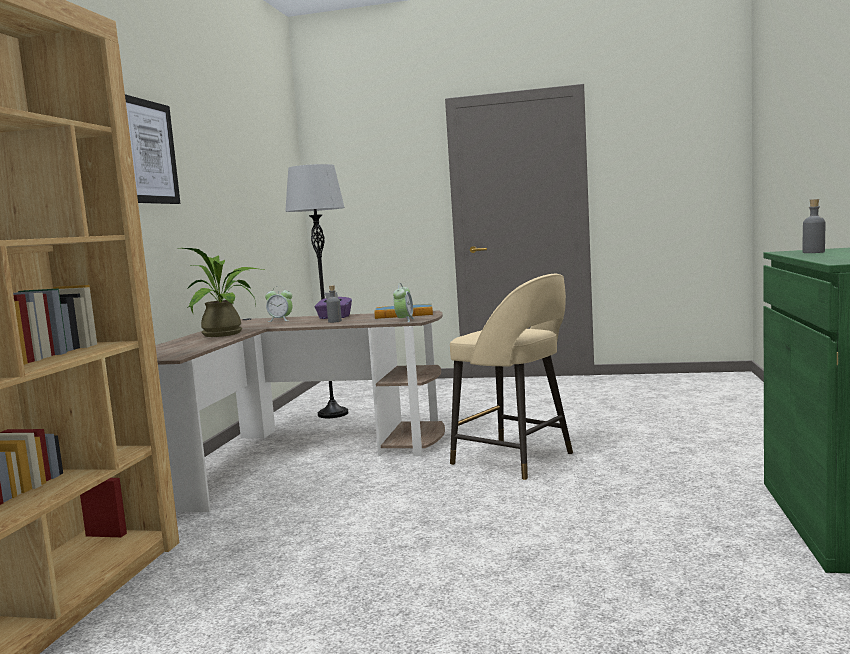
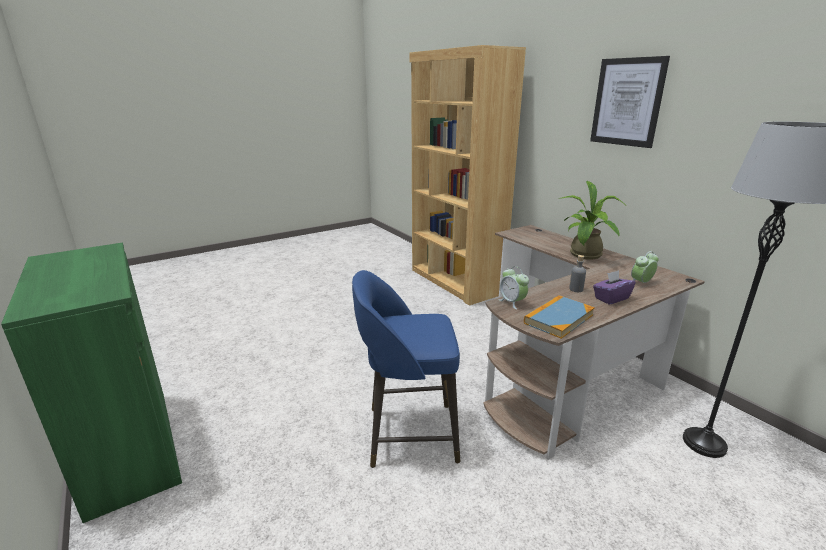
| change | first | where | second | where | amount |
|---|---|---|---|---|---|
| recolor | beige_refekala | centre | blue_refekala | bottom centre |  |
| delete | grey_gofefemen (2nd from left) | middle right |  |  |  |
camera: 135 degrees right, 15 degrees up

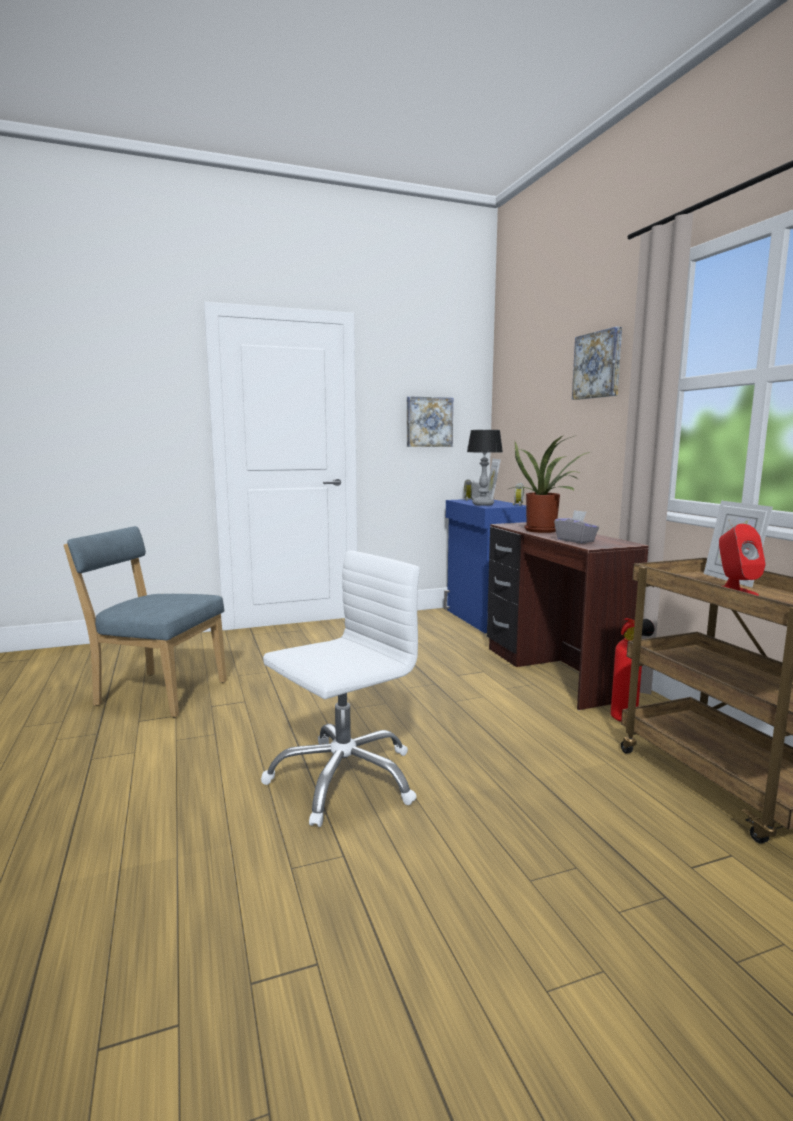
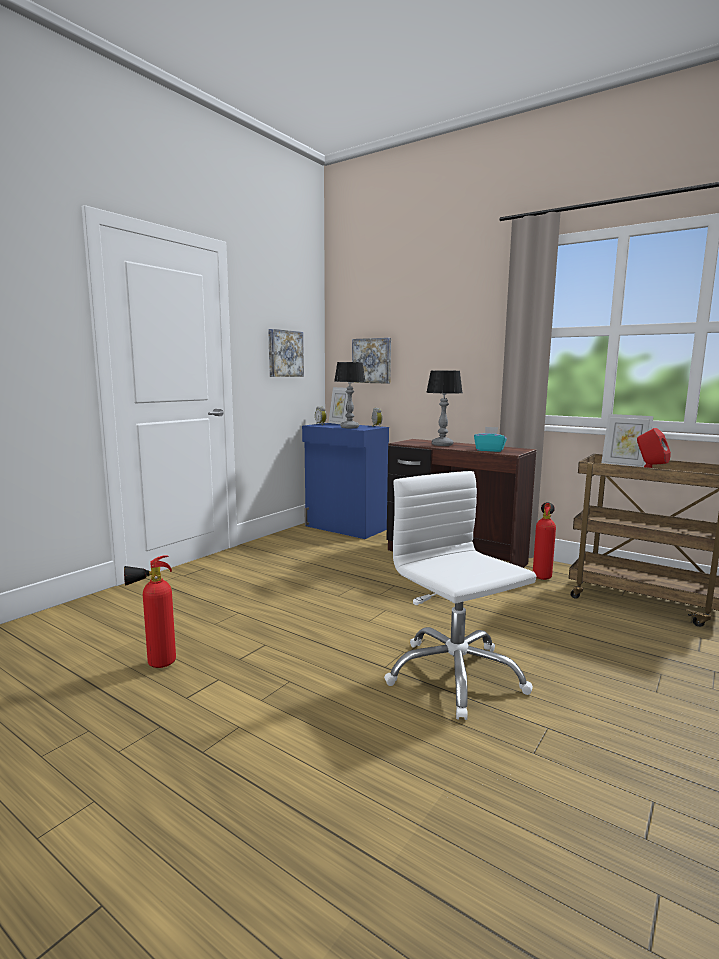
| change | first | where | second | where | amount |
|---|---|---|---|---|---|
| replace | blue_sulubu | middle left | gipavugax (1st from left) | middle left |  |
| rotate | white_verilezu | centre |  | centre | 45 degrees counterclockwise |
| replace | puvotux | middle right | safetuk (2nd from left) | centre |  |
| recolor | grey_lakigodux | middle right | turquoise_lakigodux | middle right |  |
| move | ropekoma (2nd from left) | top right |  | centre |  |
camera: 35 degrees left, 0 degrees up

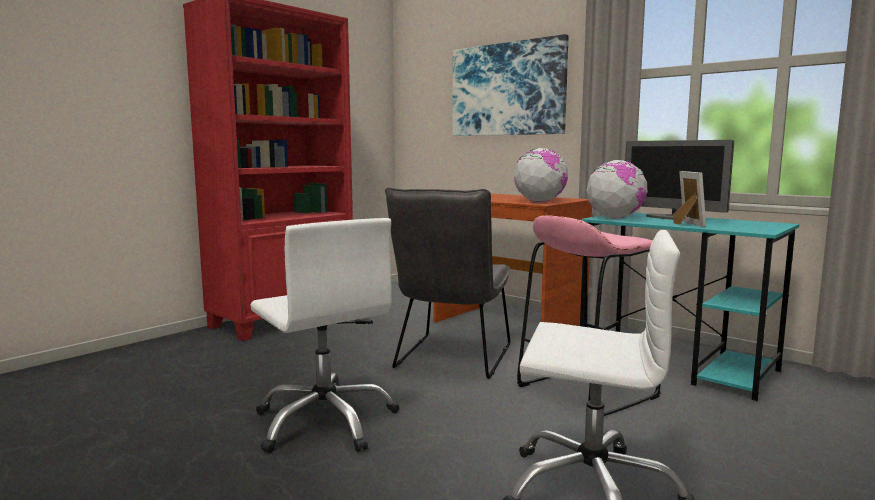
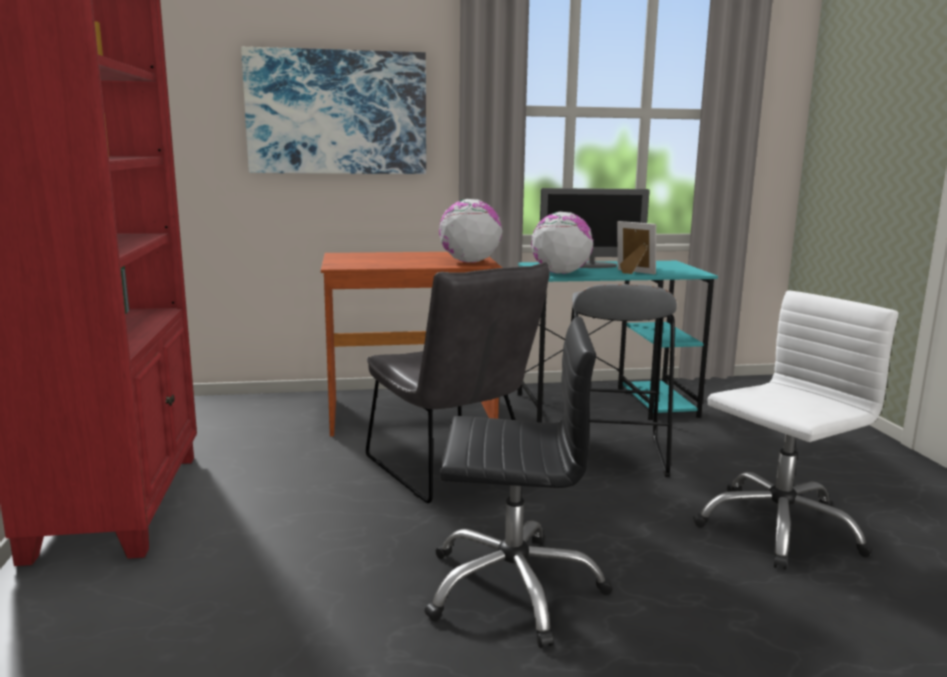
| change | first | where | second | where | amount |
|---|---|---|---|---|---|
| recolor | white_verilezu (1st from left) | bottom centre | black_verilezu | bottom centre |  |
| recolor | pink_refekala | middle right | grey_refekala | centre |  |
camera: 50 degrees left, 5 degrees up

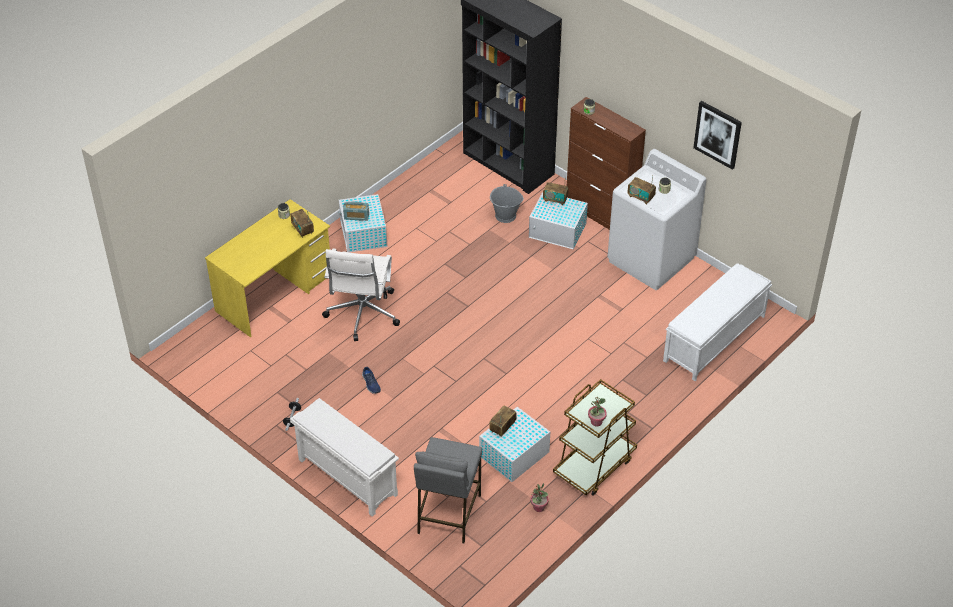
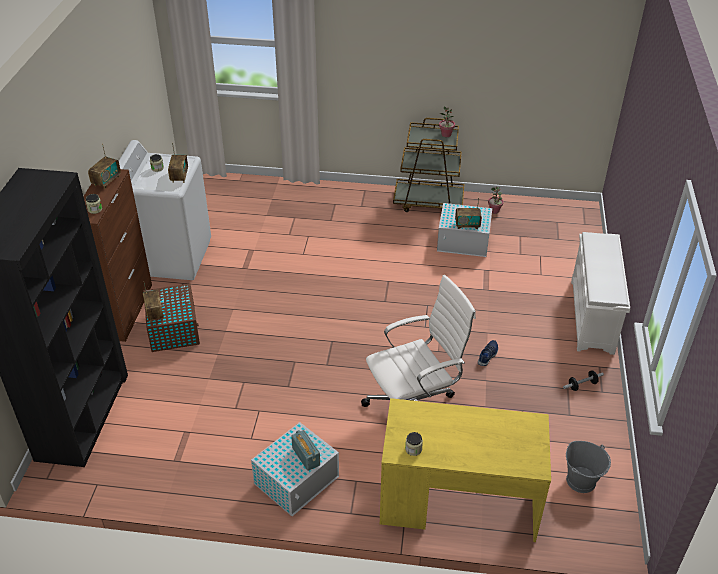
| change | first | where | second | where | amount |
|---|---|---|---|---|---|
| move | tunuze (1st from left) | middle left |  | top left |  |
| delete | grey_refekala | bottom centre |  |  |  |
| move | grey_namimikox | centre |  | bottom right |  |
| recolor | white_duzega (3rd from left) | centre | brown_duzega | middle left |  |
| delete | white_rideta | middle right |  |  |  |
| delete | ropekoma | top right |  |  |  |
camera: 125 degrees left, 5 degrees down

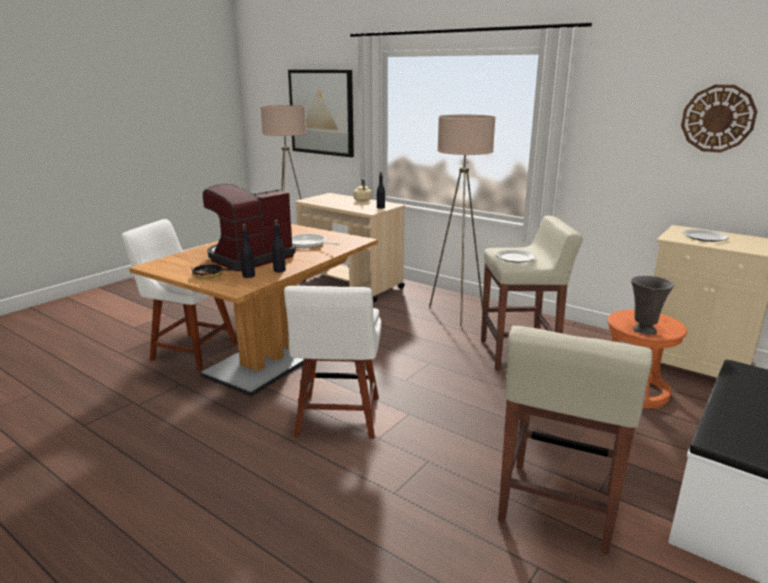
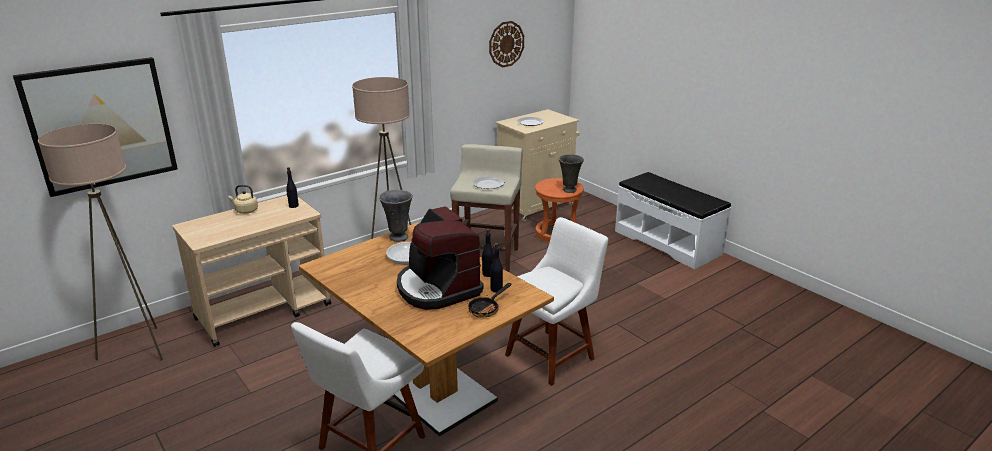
| change | first | where | second | where | amount |
|---|---|---|---|---|---|
| rotate | white_sulubu (2nd from left) | centre |  | bottom centre | 60 degrees counterclockwise |
| delete | beige_refekala (2nd from left) | bottom right |  |  |  |
| insert |  |  | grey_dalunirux (1st from left) | centre |  |
camera: 75 degrees left, 5 degrees up

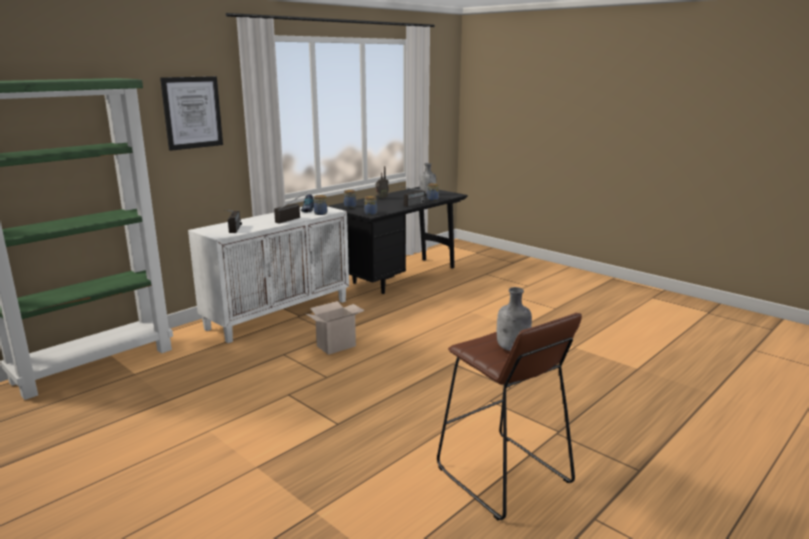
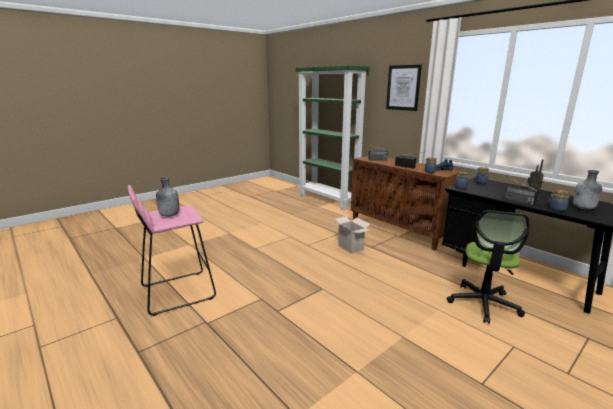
| change | first | where | second | where | amount |
|---|---|---|---|---|---|
| recolor | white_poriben | middle left | brown_poriben | centre |  |
| recolor | brown_refekala | bottom centre | pink_refekala | middle left |  |
| insert |  |  | verilezu | middle right |  |
camera: 95 degrees right, 0 degrees up

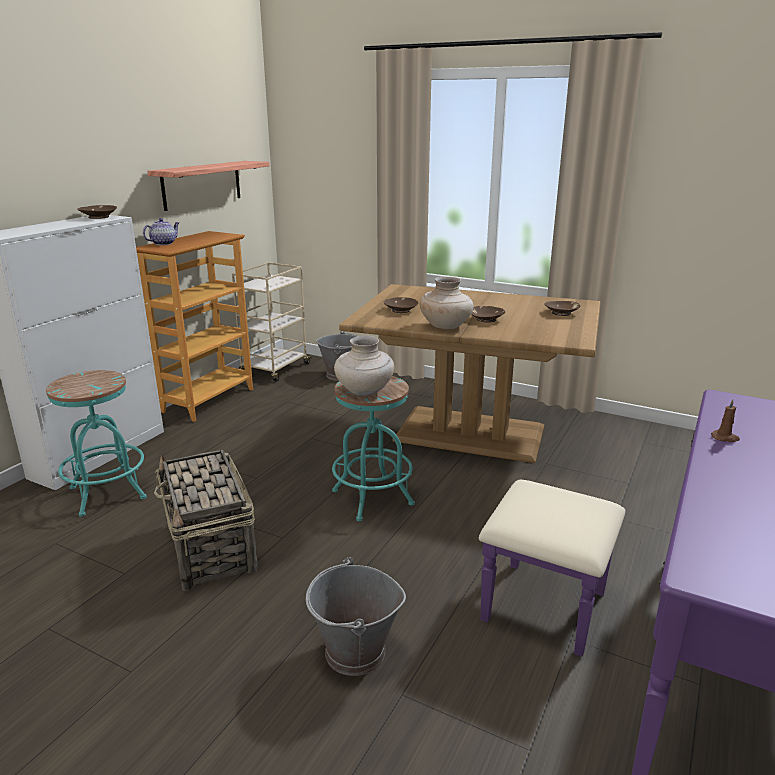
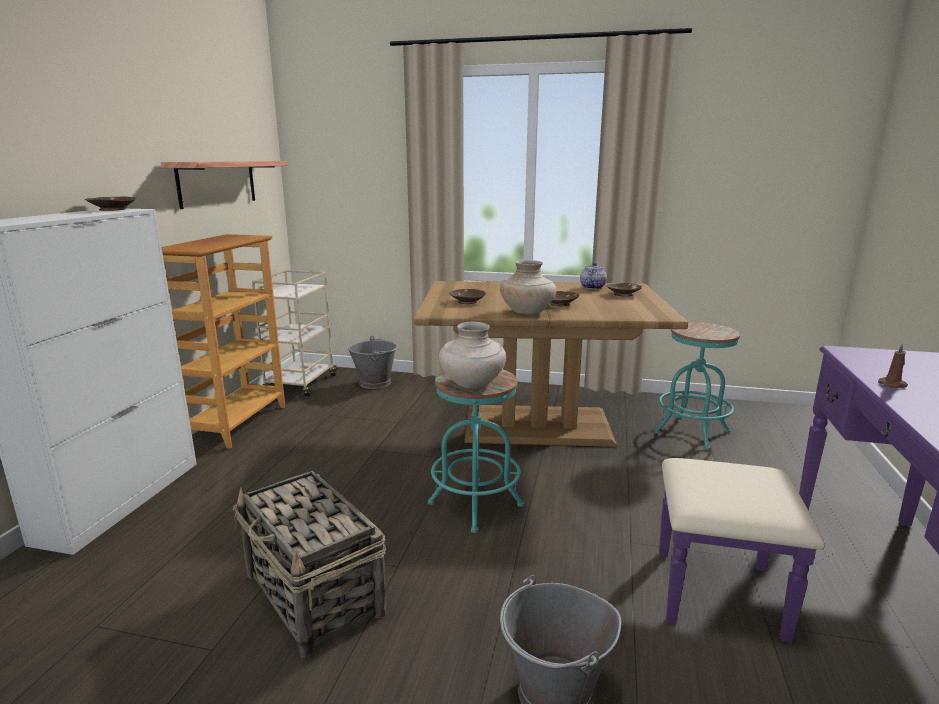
| change | first | where | second | where | amount |
|---|---|---|---|---|---|
| move | turquoise_refekala (1st from left in the first image) | middle left | turquoise_refekala (2nd from left) | middle right |  |
| move | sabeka | top left |  | centre |  |
camera: 15 degrees left, 5 degrees down

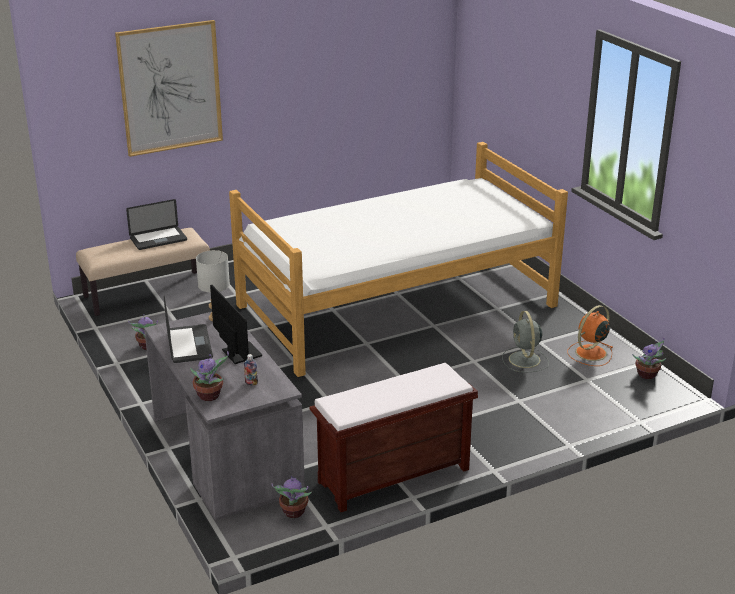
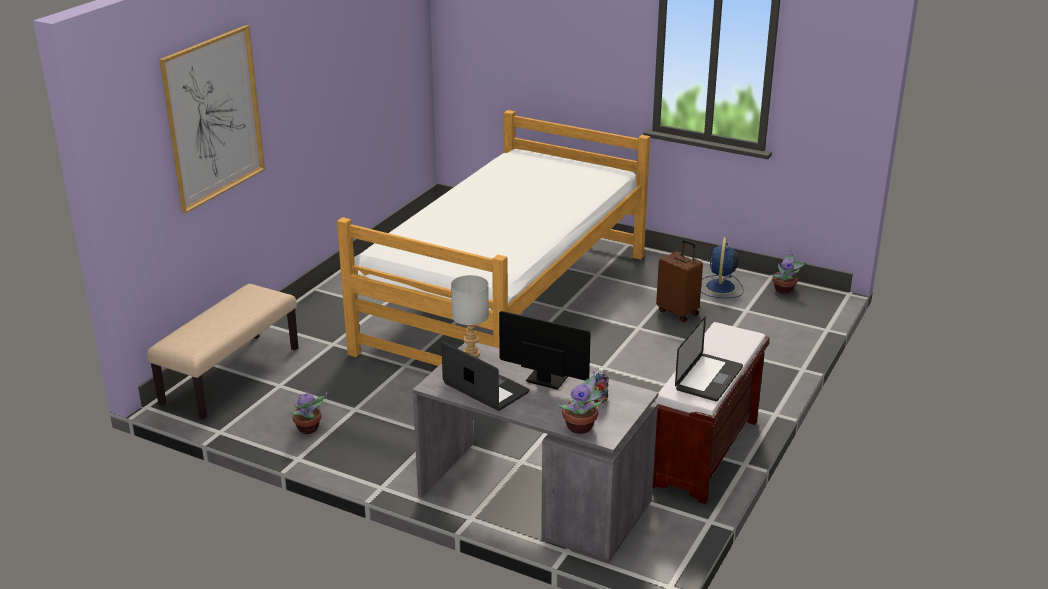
| change | first | where | second | where | amount |
|---|---|---|---|---|---|
| move | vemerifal (1st from left in the first image) | middle left | vemerifal (2nd from left) | middle right |  |
| delete | puvotux (3rd from left) | bottom centre |  |  |  |
| replace | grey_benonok | middle right | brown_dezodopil | centre |  |
| recolor | orange_benonok | middle right | blue_benonok | middle right |  |
camera: 35 degrees left, 0 degrees up

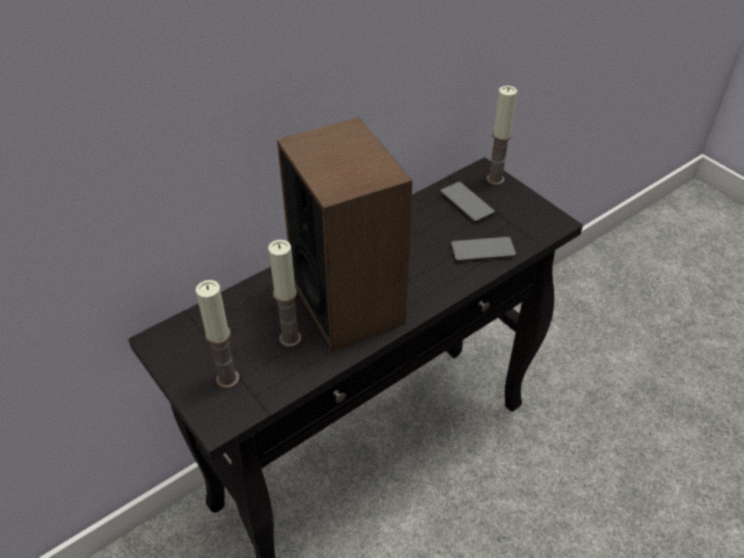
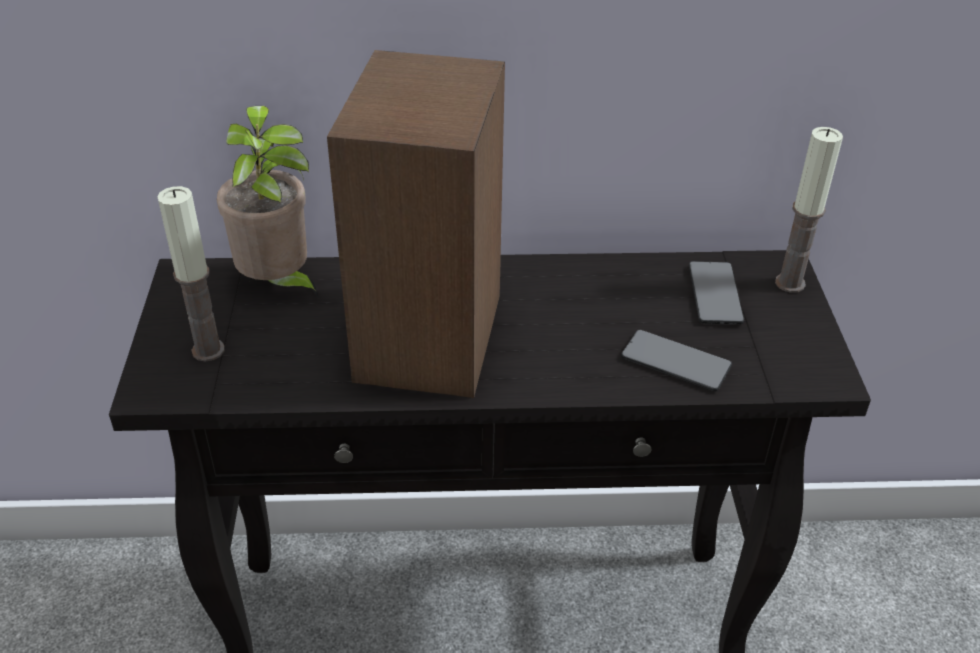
| change | first | where | second | where | amount |
|---|---|---|---|---|---|
| delete | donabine (2nd from left) | centre |  |  |  |
| insert |  |  | puvotux | top left |  |
camera: 35 degrees right, 5 degrees down

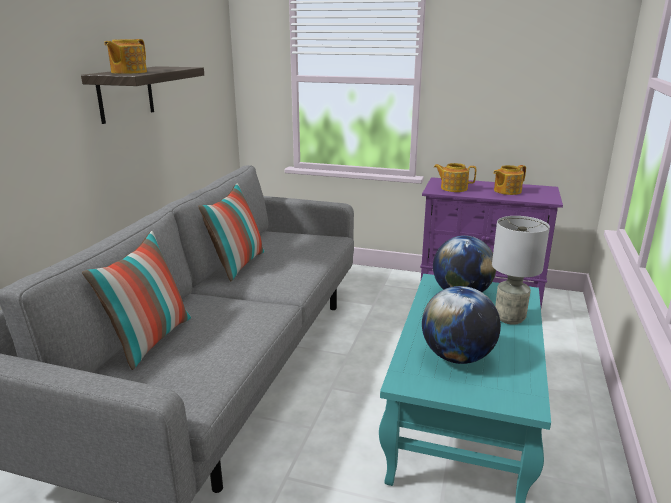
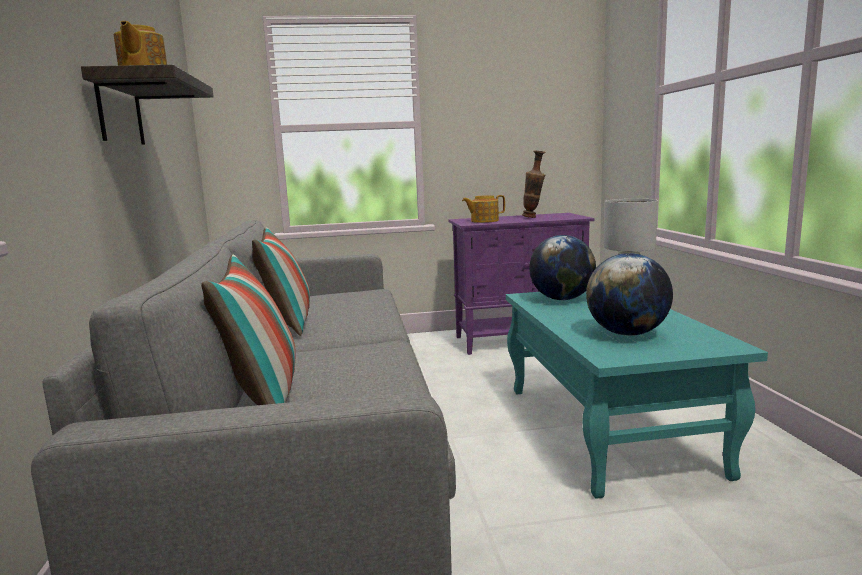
| change | first | where | second | where | amount |
|---|---|---|---|---|---|
| replace | sabeka (3rd from left) | middle right | dalunirux | top centre |  |
camera: 25 degrees left, 10 degrees down

